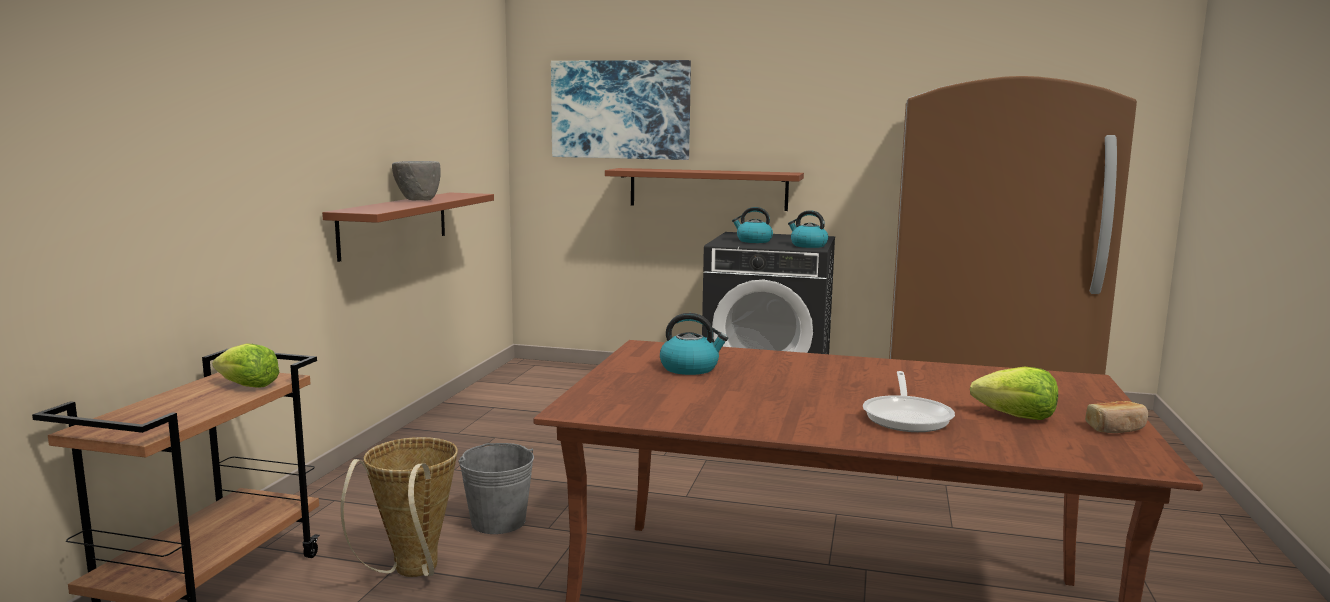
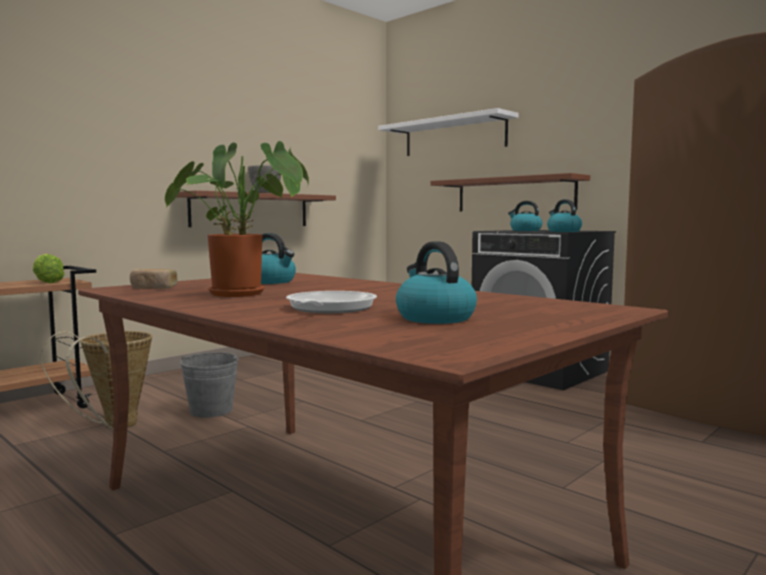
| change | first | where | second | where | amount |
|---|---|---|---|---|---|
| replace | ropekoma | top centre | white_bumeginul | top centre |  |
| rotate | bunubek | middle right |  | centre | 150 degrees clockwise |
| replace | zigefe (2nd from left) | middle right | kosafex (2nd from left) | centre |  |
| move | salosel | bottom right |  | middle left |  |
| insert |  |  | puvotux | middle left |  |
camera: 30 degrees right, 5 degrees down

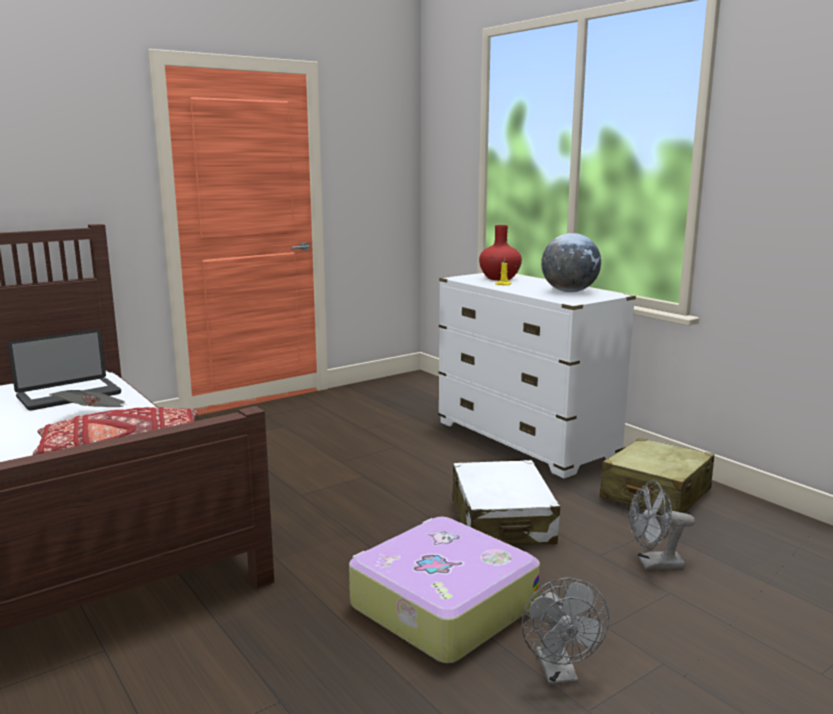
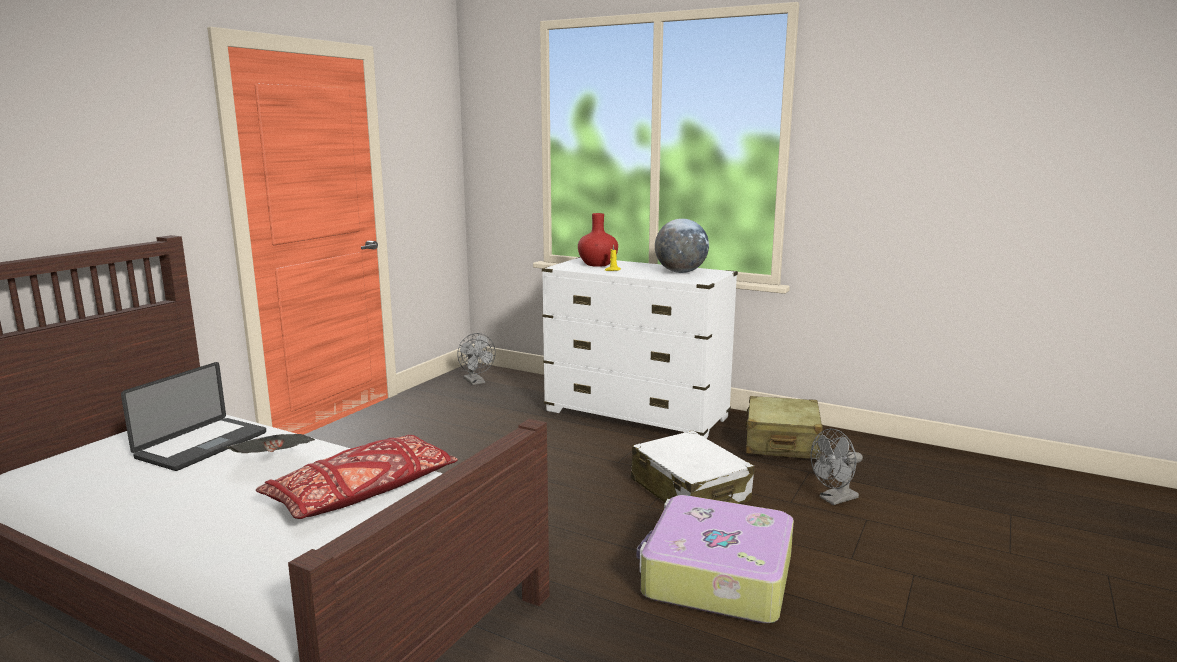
| change | first | where | second | where | amount |
|---|---|---|---|---|---|
| move | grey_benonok (1st from left) | bottom right |  | centre |  |
camera: 25 degrees left, 0 degrees up

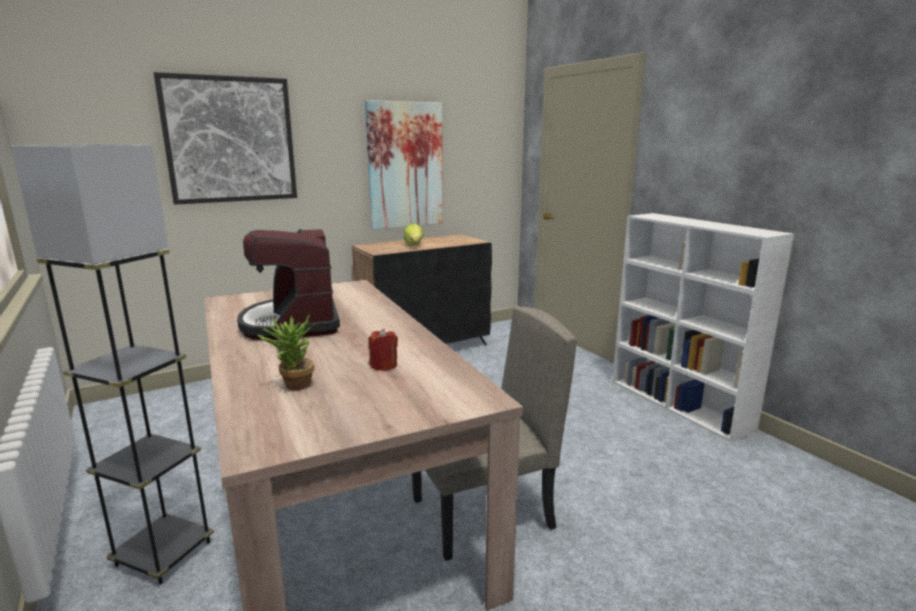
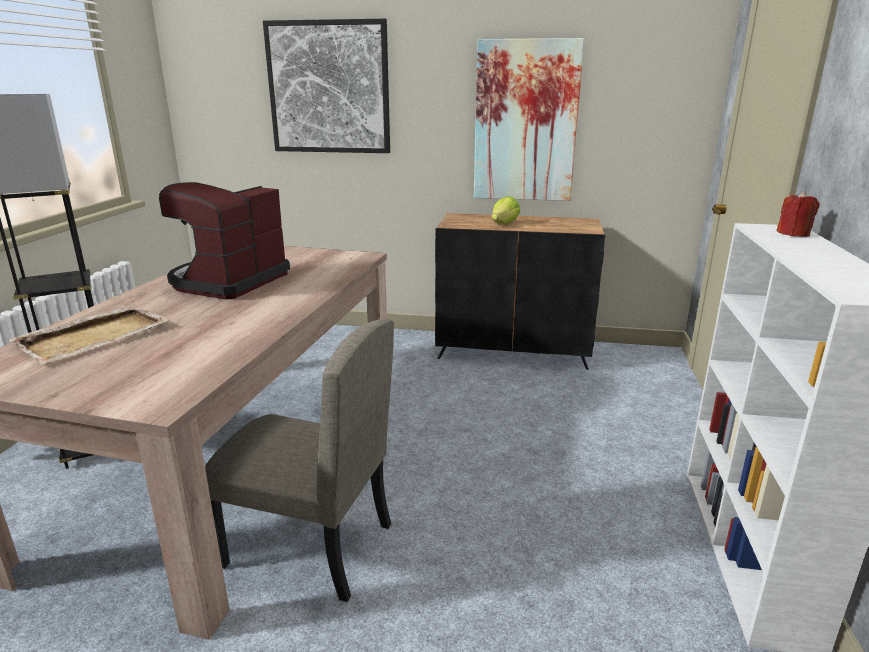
| change | first | where | second | where | amount |
|---|---|---|---|---|---|
| replace | puvotux | middle left | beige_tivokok | middle left |  |
| move | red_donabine | centre |  | top right |  |
camera: 40 degrees right, 5 degrees up

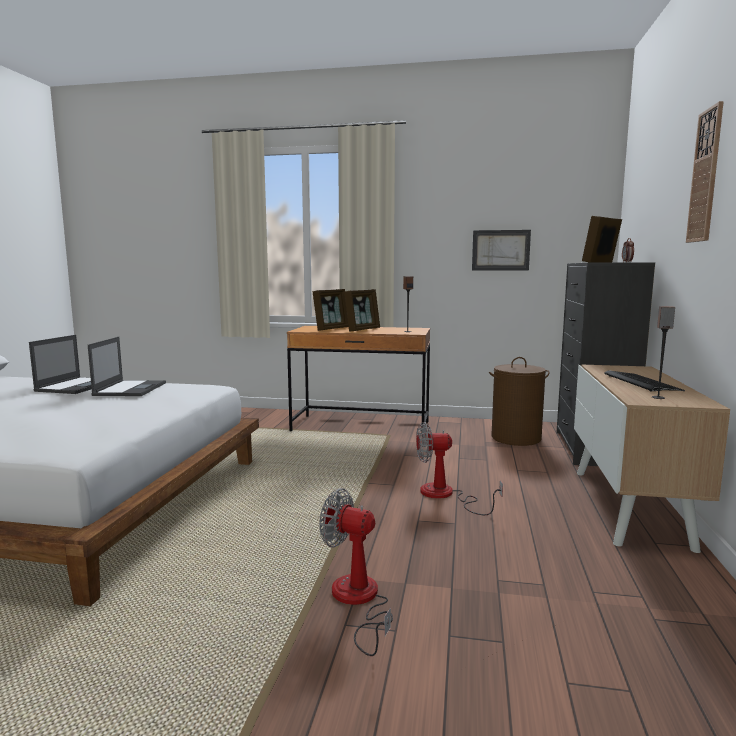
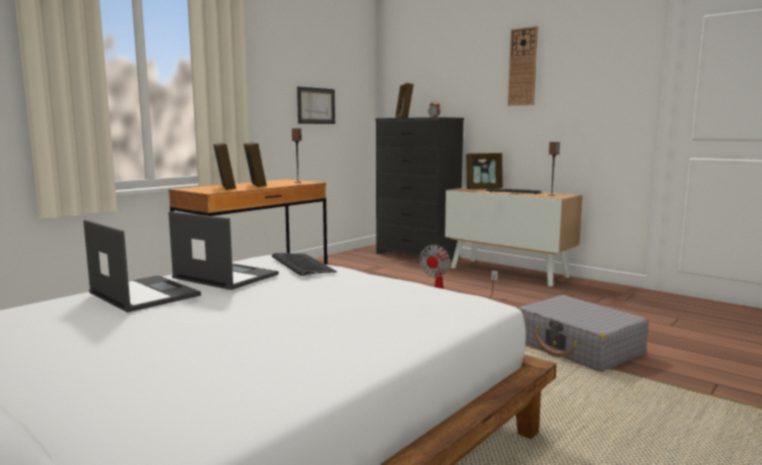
| change | first | where | second | where | amount |
|---|---|---|---|---|---|
| replace | benonok (1st from left) | bottom centre | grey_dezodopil | bottom right |  |
| delete | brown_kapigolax | middle right |  |  |  |
| insert |  |  | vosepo (1st from left) | centre |  |
| insert |  |  | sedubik (4th from left) | centre |  |
camera: 60 degrees left, 0 degrees up

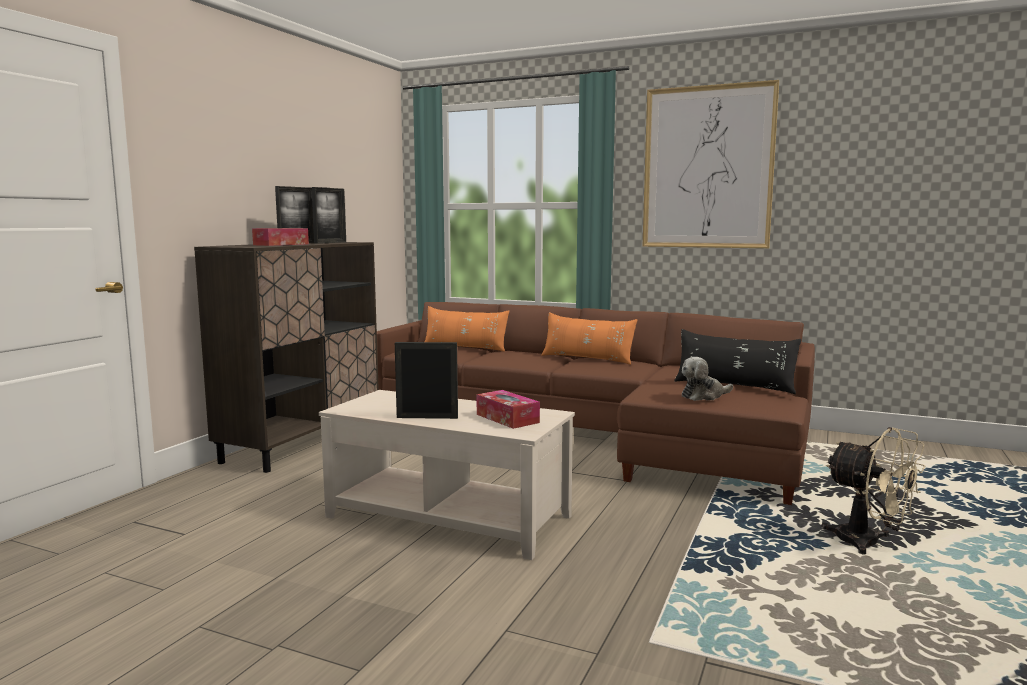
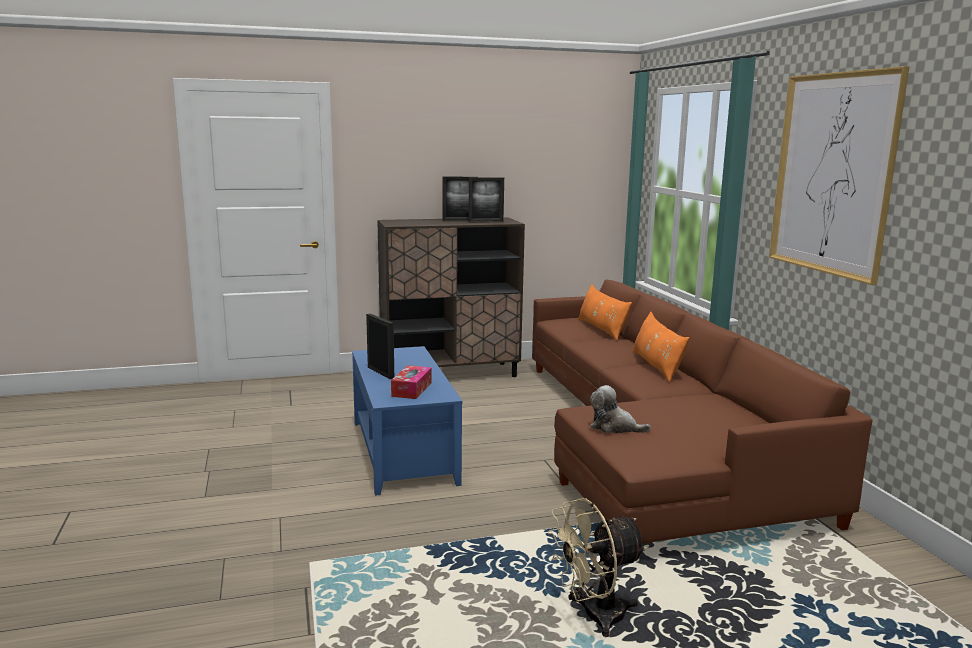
| change | first | where | second | where | amount |
|---|---|---|---|---|---|
| delete | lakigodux (1st from left) | middle left |  |  |  |
| recolor | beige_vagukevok | bottom centre | blue_vagukevok | centre |  |
| delete | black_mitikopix | middle right |  |  |  |
| rotate | beige_benonok | bottom right |  | bottom centre | 60 degrees clockwise |
camera: 50 degrees right, 5 degrees up

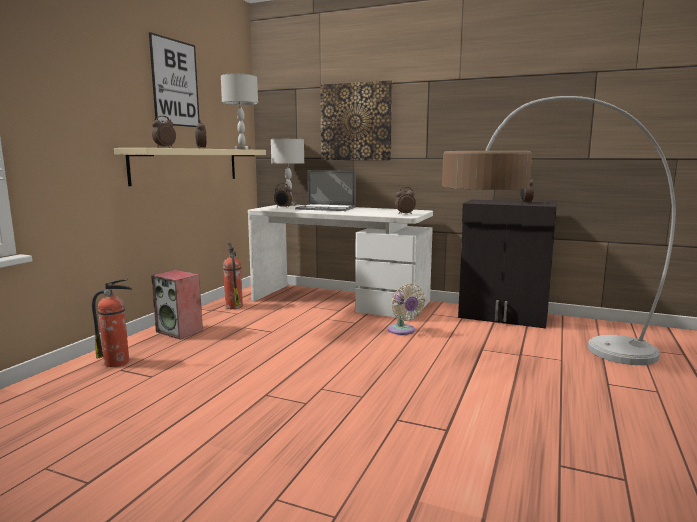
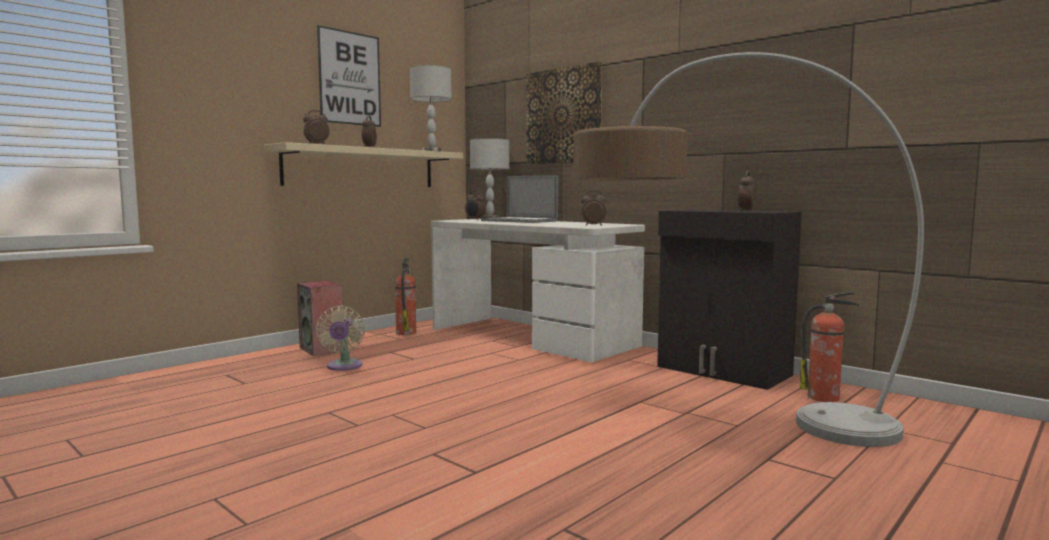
| change | first | where | second | where | amount |
|---|---|---|---|---|---|
| move | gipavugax (1st from left in the first image) | middle left | gipavugax (2nd from left) | middle right |  |
| move | beige_benonok | centre |  | middle left |  |
camera: 20 degrees right, 5 degrees down

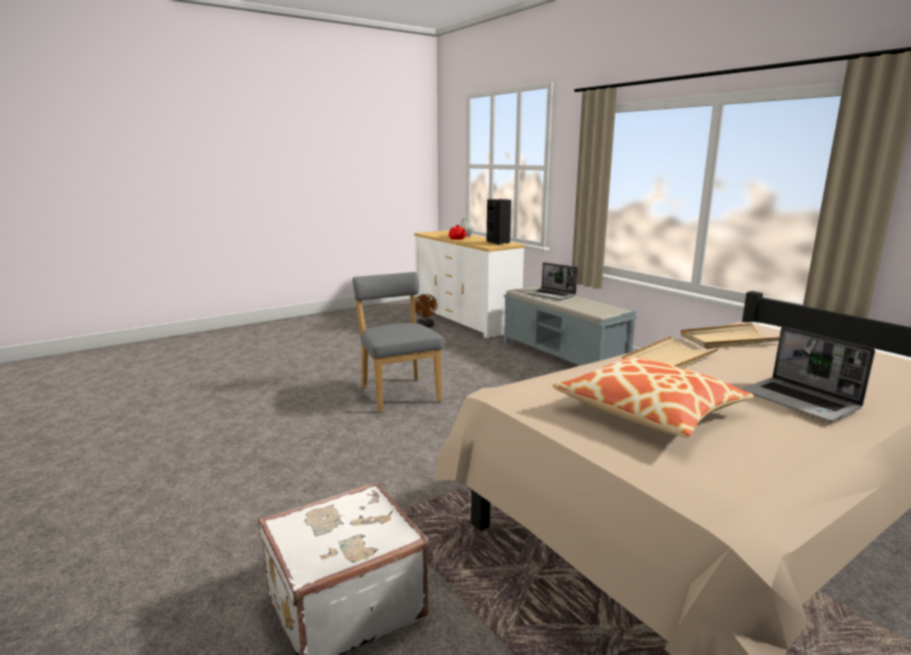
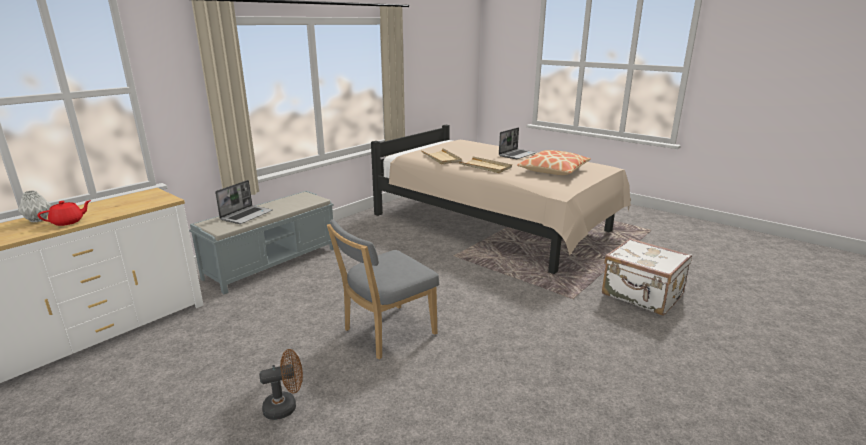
| change | first | where | second | where | amount |
|---|---|---|---|---|---|
| move | brown_benonok | centre |  | bottom left |  |
| delete | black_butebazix | centre |  |  |  |
camera: 105 degrees left, 5 degrees up

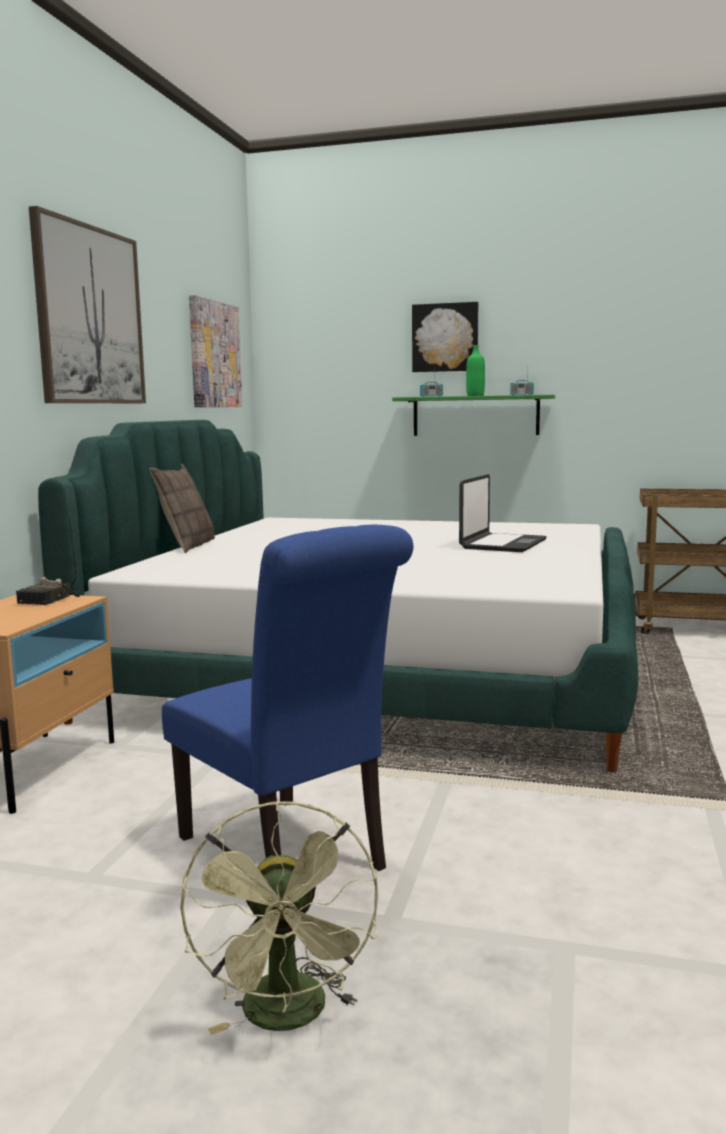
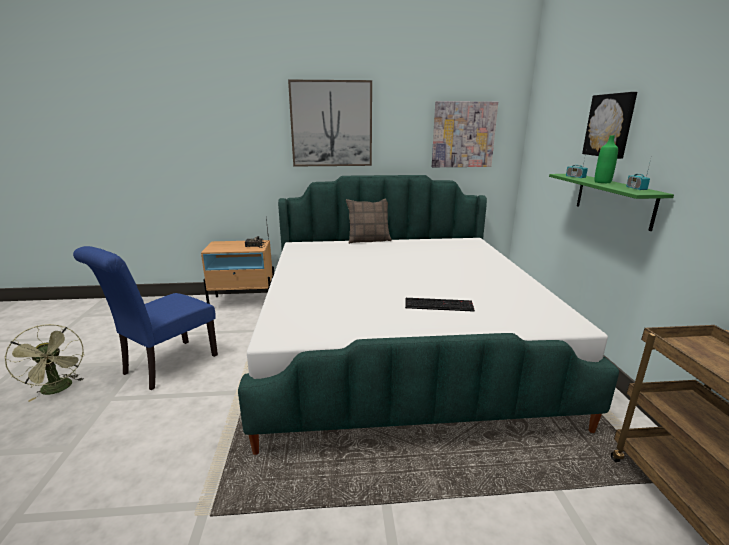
| change | first | where | second | where | amount |
|---|---|---|---|---|---|
| rotate | green_benonok | bottom centre |  | middle left | 105 degrees counterclockwise |
| replace | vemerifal | middle right | vosepo | centre |  |
camera: 70 degrees right, 10 degrees up

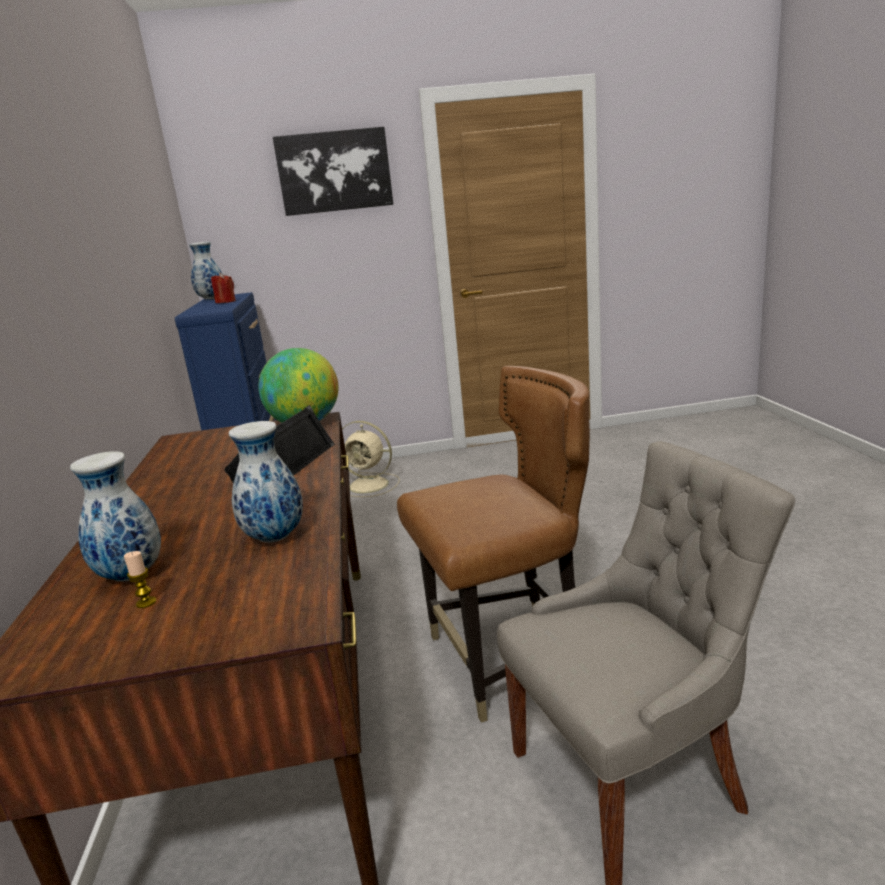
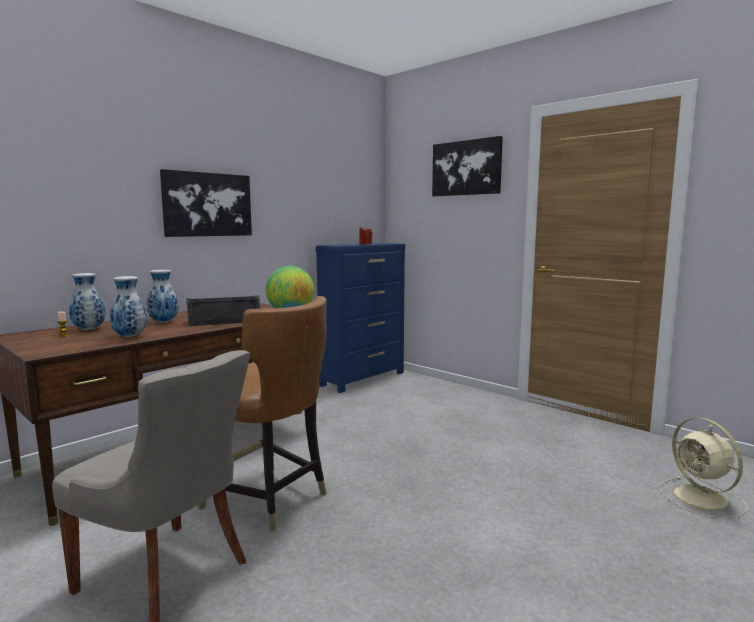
| change | first | where | second | where | amount |
|---|---|---|---|---|---|
| move | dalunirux (2nd from left in the first image) | top left | dalunirux (3rd from left) | middle left |  |
| move | beige_benonok | centre |  | bottom right |  |
| insert |  |  | ropekoma (1st from left) | top left |  |
camera: 50 degrees right, 10 degrees down

